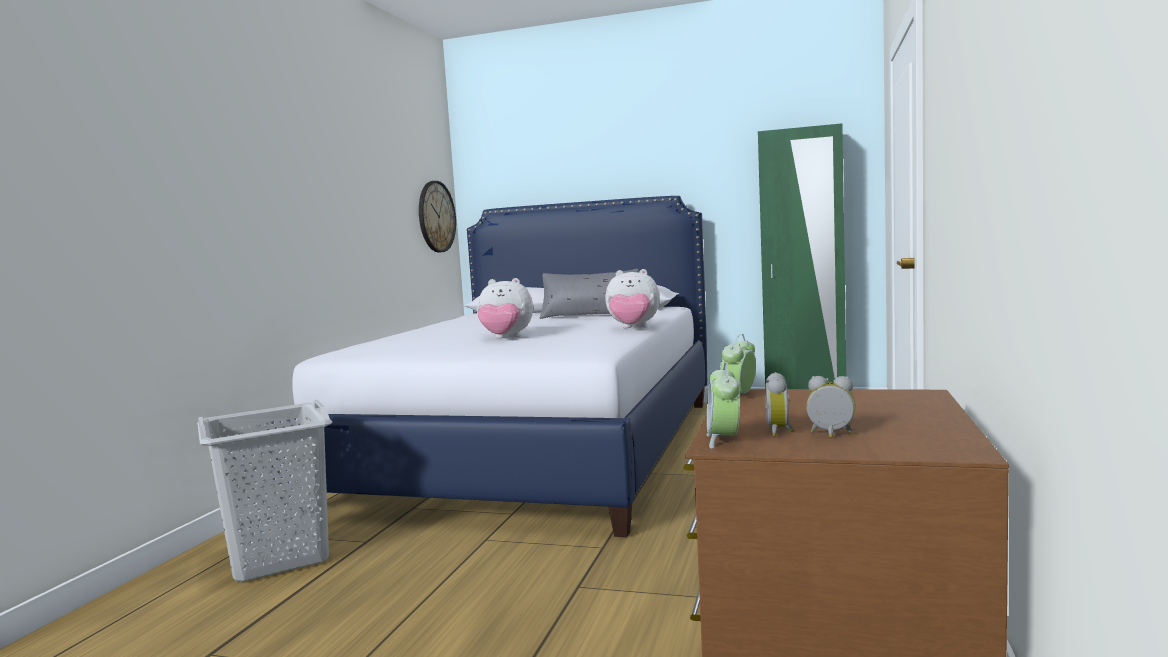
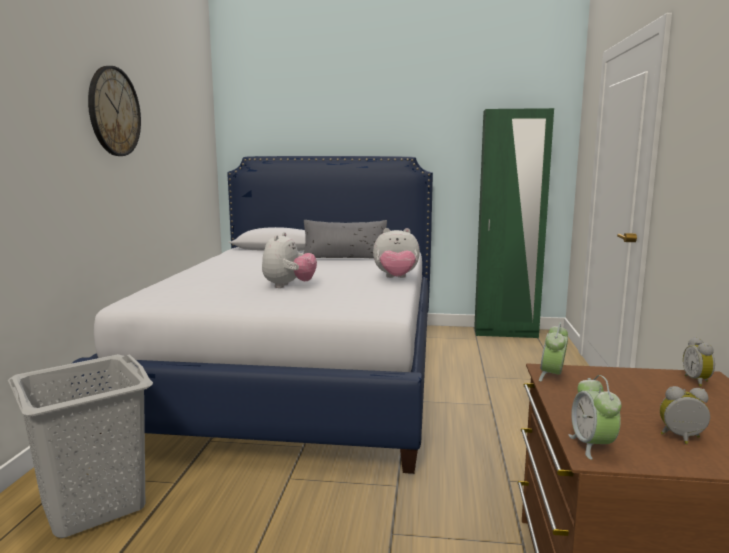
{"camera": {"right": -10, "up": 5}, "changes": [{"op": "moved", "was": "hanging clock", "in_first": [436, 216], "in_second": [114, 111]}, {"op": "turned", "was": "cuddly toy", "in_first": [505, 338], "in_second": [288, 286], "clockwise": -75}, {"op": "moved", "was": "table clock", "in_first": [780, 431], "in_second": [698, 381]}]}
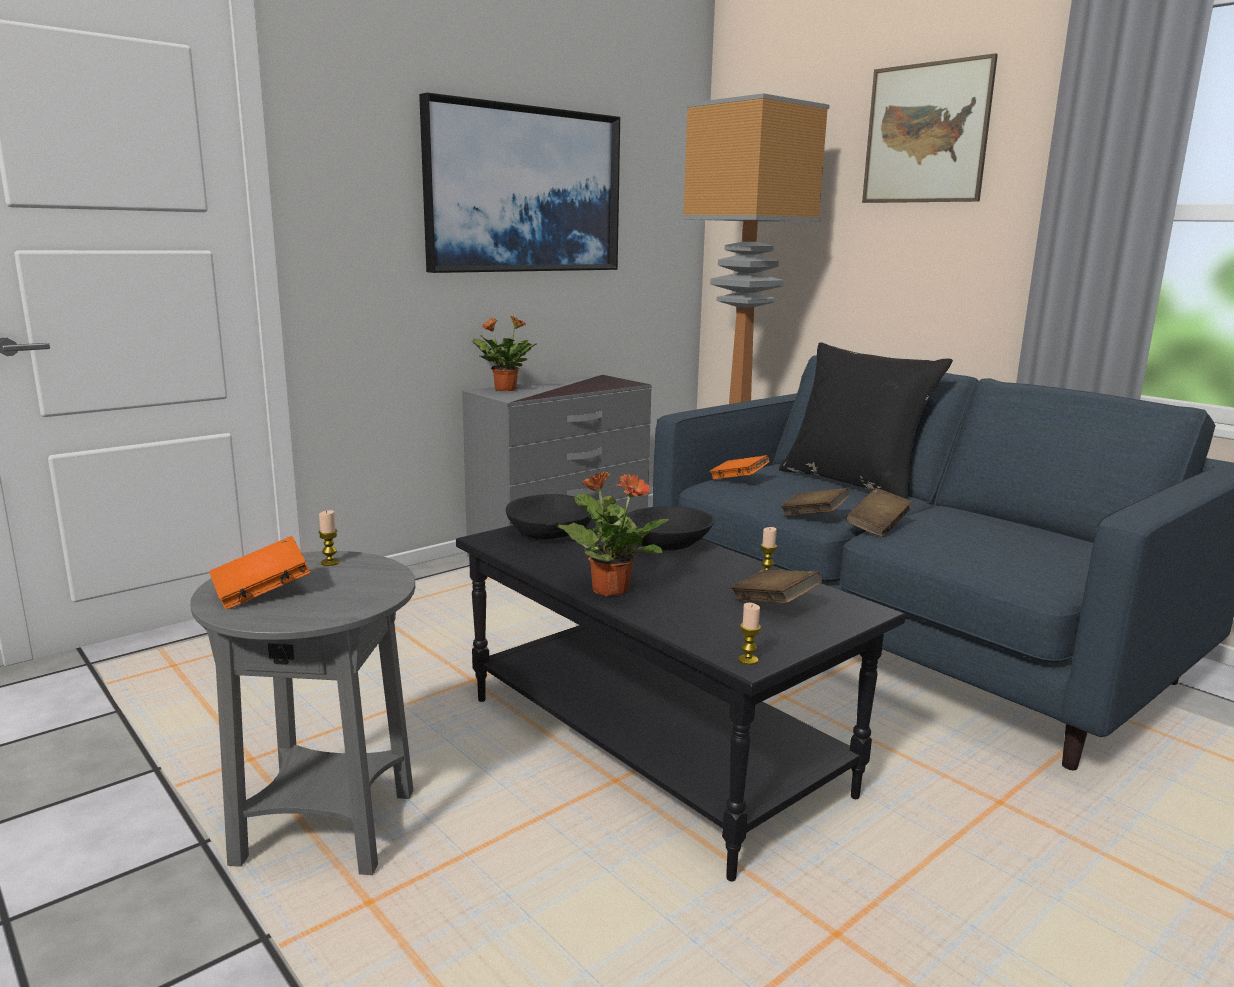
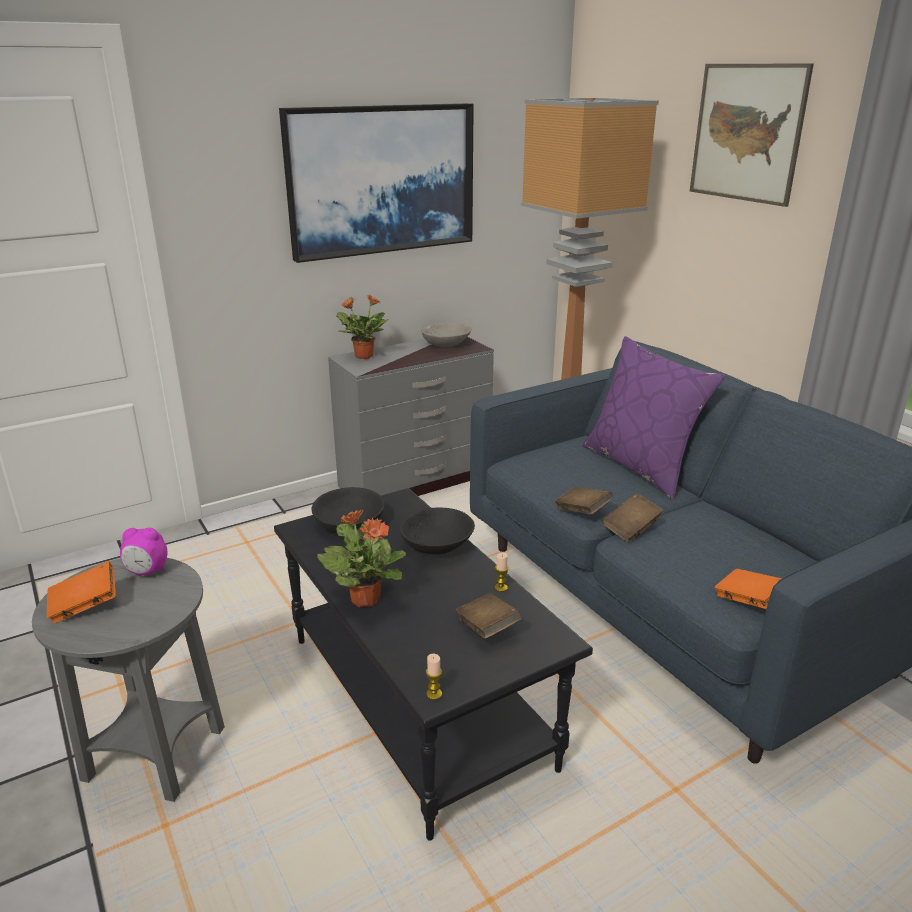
{"camera": {"right": 10, "up": 10}, "changes": [{"op": "replaced", "was": "wax light", "now": "table clock", "in_first": [330, 562], "in_second": [147, 571]}, {"op": "added", "now": "gray serving bowl", "in_second": [446, 343]}, {"op": "recoloured", "was": "black cushion", "now": "purplish cushion", "in_first": [853, 482], "in_second": [641, 466]}, {"op": "moved", "was": "orange-coloured bound book", "in_first": [738, 480], "in_second": [748, 601]}]}
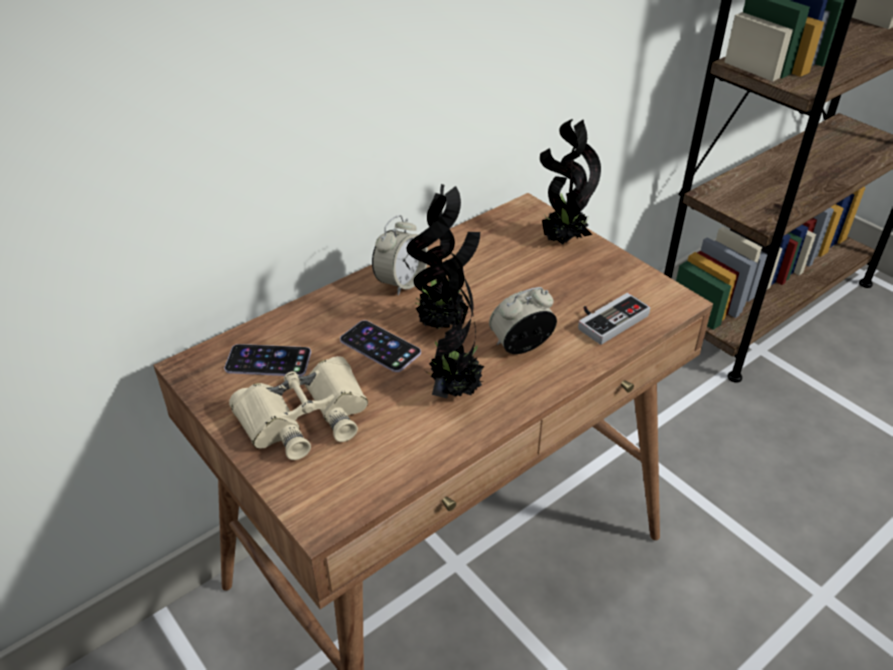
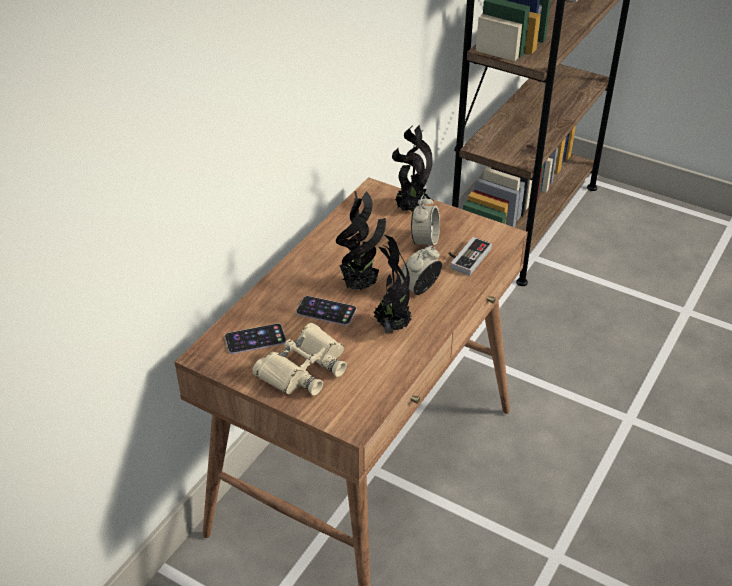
{"camera": {"right": -20, "up": 0}, "changes": [{"op": "moved", "was": "table clock", "in_first": [401, 282], "in_second": [424, 241]}]}
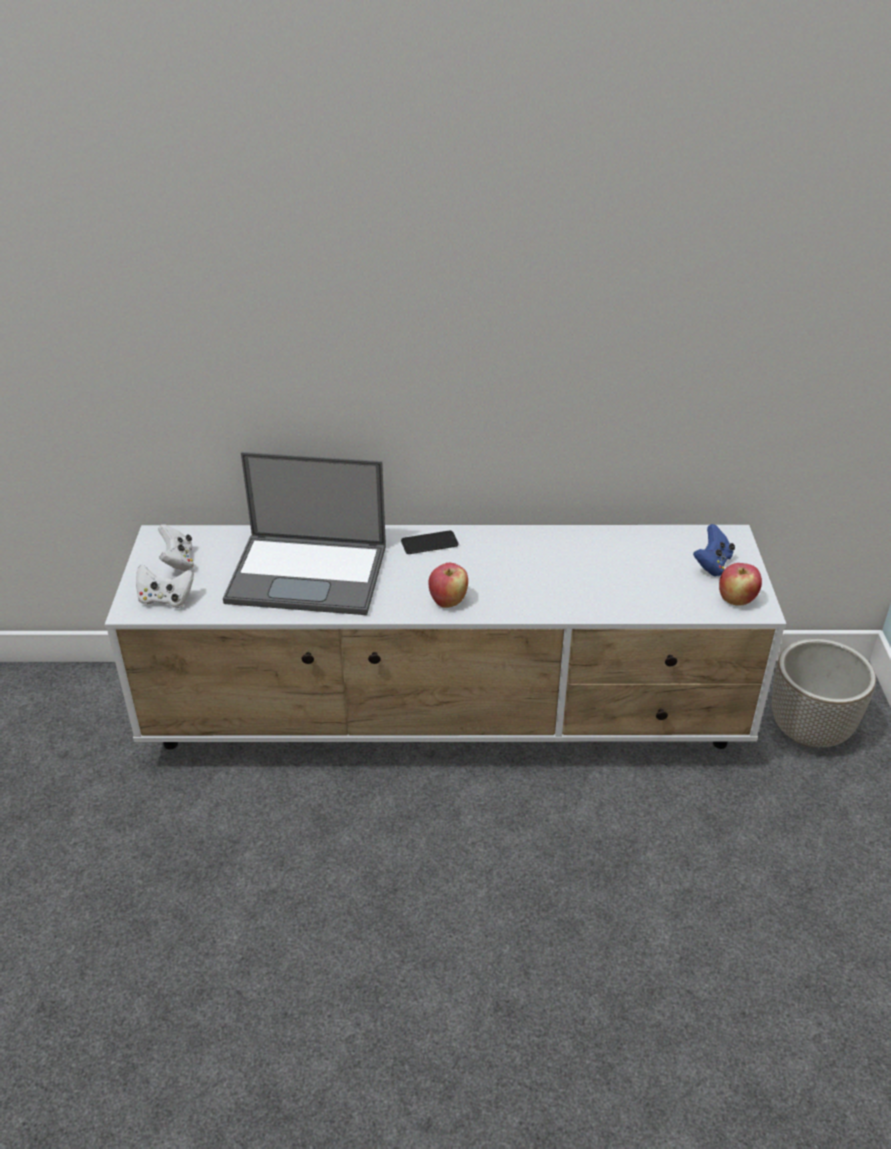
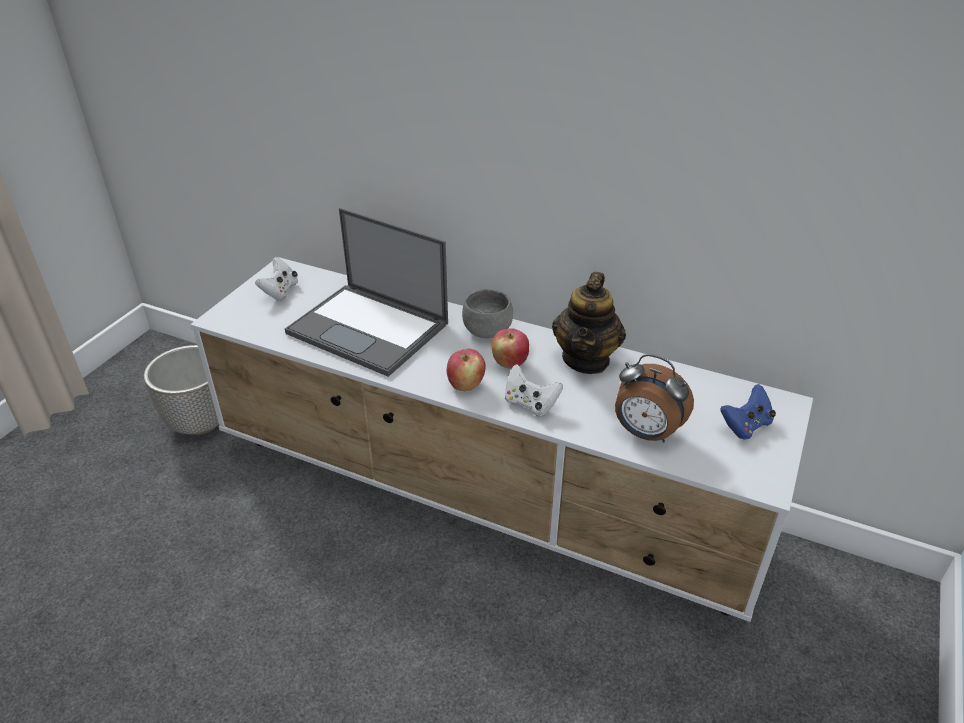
{"camera": {"right": 25, "up": 0}, "changes": [{"op": "moved", "was": "flower pot", "in_first": [810, 731], "in_second": [201, 423]}, {"op": "replaced", "was": "telephone", "now": "gray serving bowl", "in_first": [429, 543], "in_second": [487, 331]}, {"op": "moved", "was": "apple fruit", "in_first": [736, 600], "in_second": [509, 363]}, {"op": "moved", "was": "white game controller", "in_first": [166, 599], "in_second": [530, 404]}, {"op": "added", "now": "pot for tea", "in_second": [586, 359]}, {"op": "added", "now": "table clock", "in_second": [645, 433]}]}
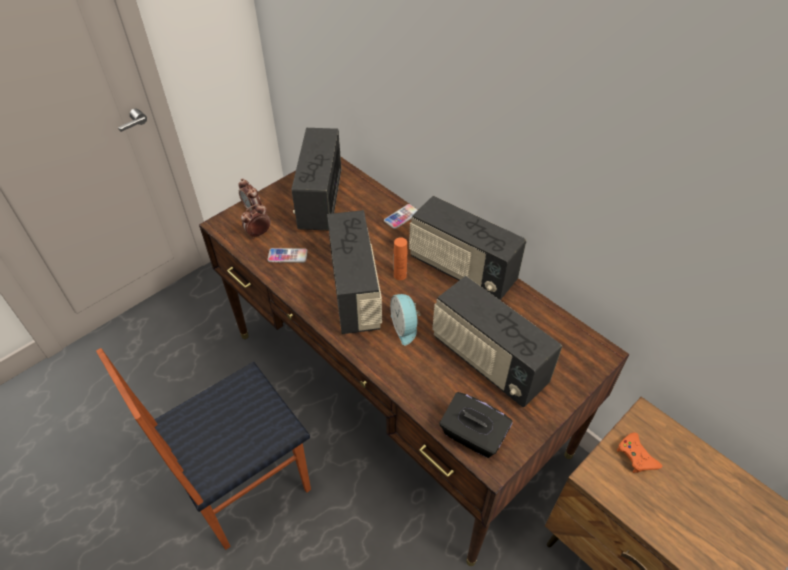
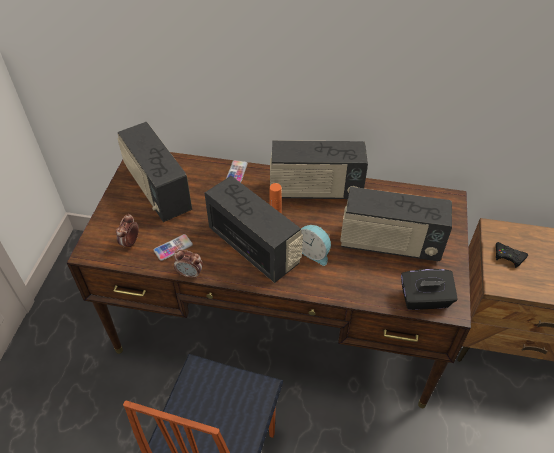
{"camera": {"right": -35, "up": 0}, "changes": [{"op": "moved", "was": "table clock", "in_first": [252, 208], "in_second": [190, 274]}, {"op": "recoloured", "was": "orange-coloured game controller", "now": "black game controller", "in_first": [636, 456], "in_second": [508, 256]}]}
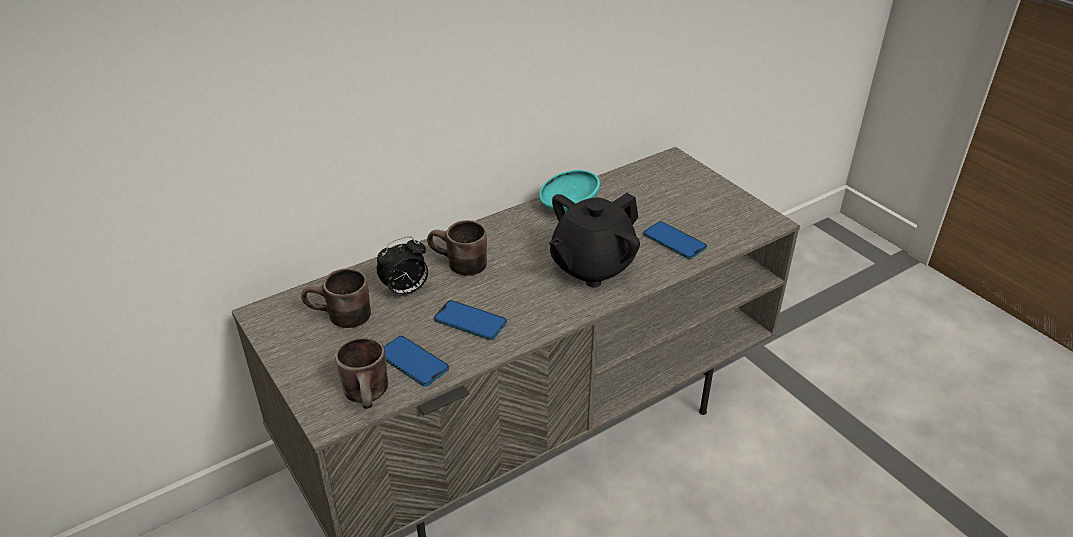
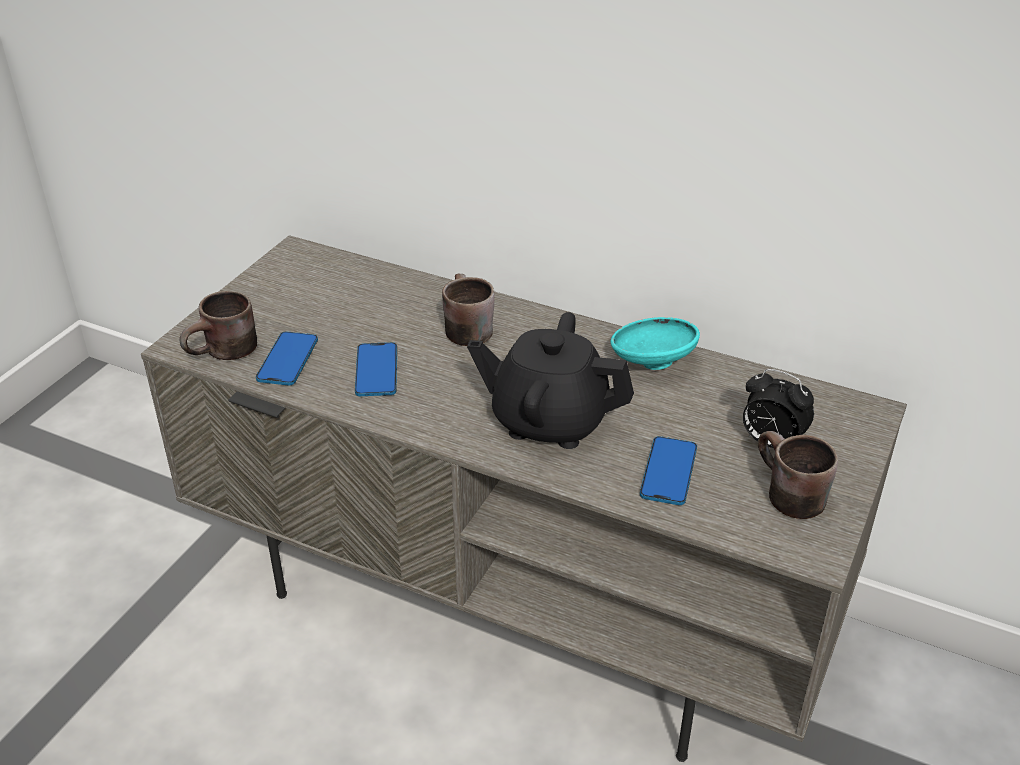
{"camera": {"right": 60, "up": 0}, "changes": [{"op": "moved", "was": "table clock", "in_first": [405, 291], "in_second": [770, 442]}, {"op": "moved", "was": "brown-coloured mug", "in_first": [340, 319], "in_second": [784, 495]}]}
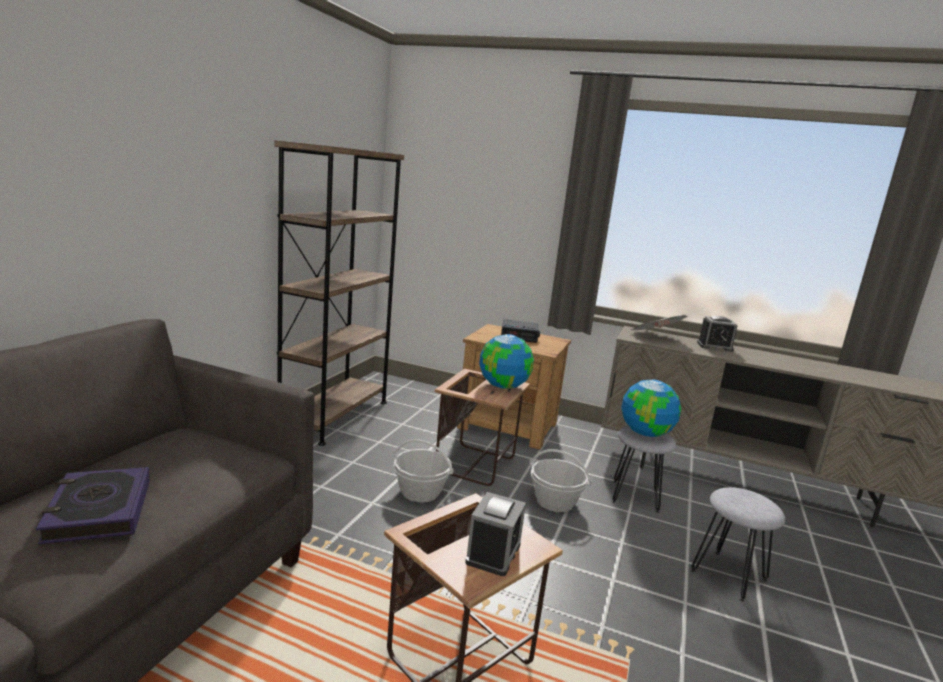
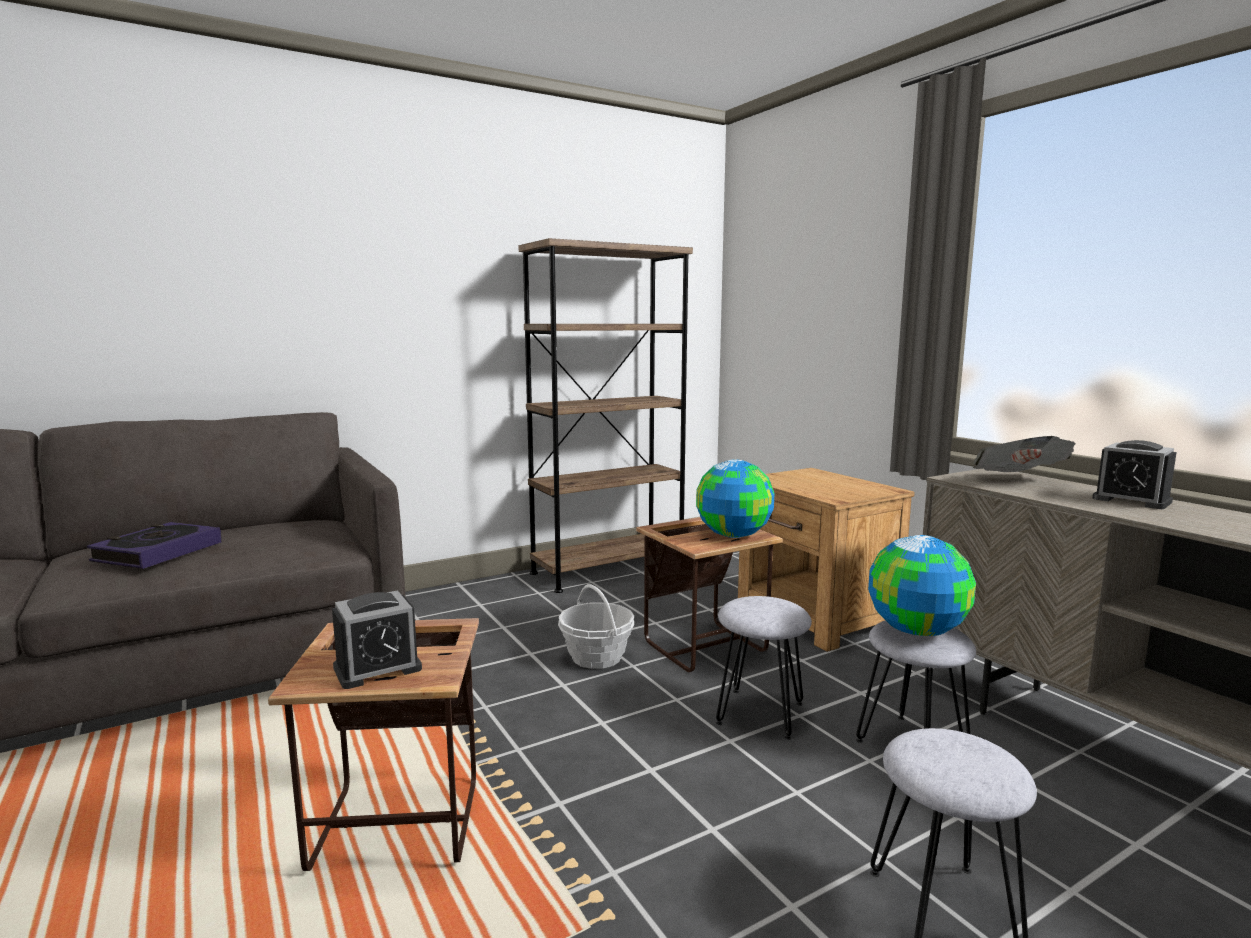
{"camera": {"right": 40, "up": -5}, "changes": [{"op": "replaced", "was": "basket", "now": "gray stool seat", "in_first": [555, 501], "in_second": [760, 713]}, {"op": "removed", "was": "table clock", "in_first": [519, 336]}]}
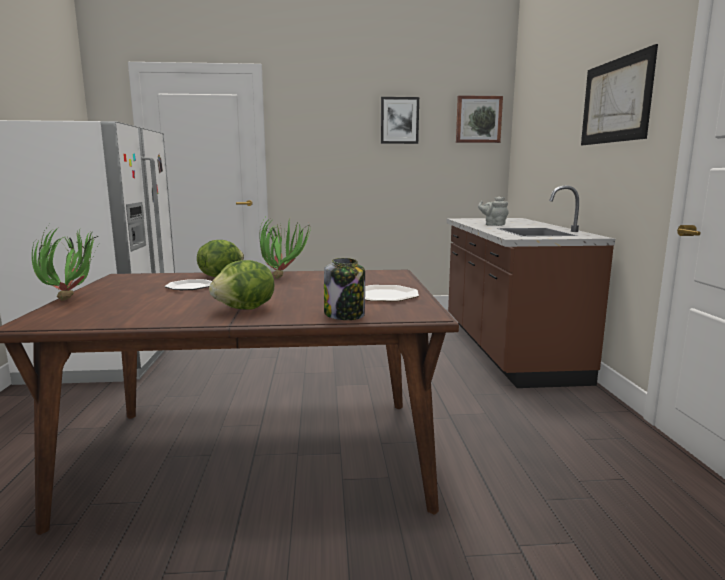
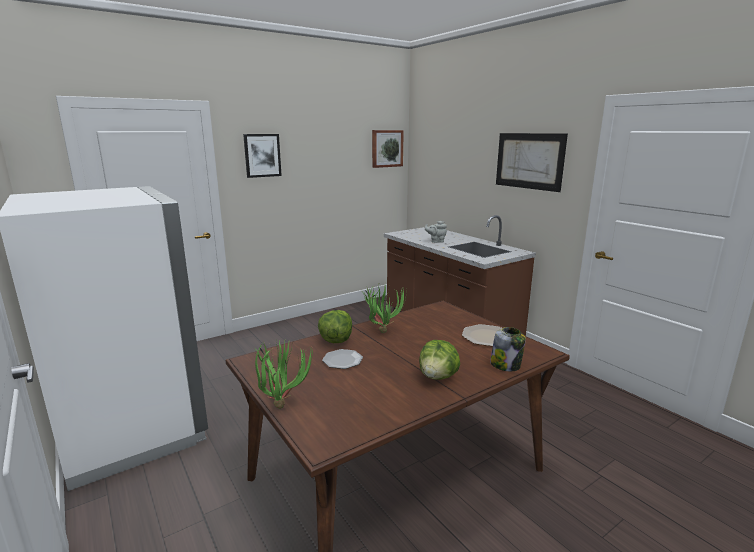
{"camera": {"right": -30, "up": 5}, "changes": [{"op": "moved", "was": "wall picture", "in_first": [399, 120], "in_second": [262, 155]}]}
